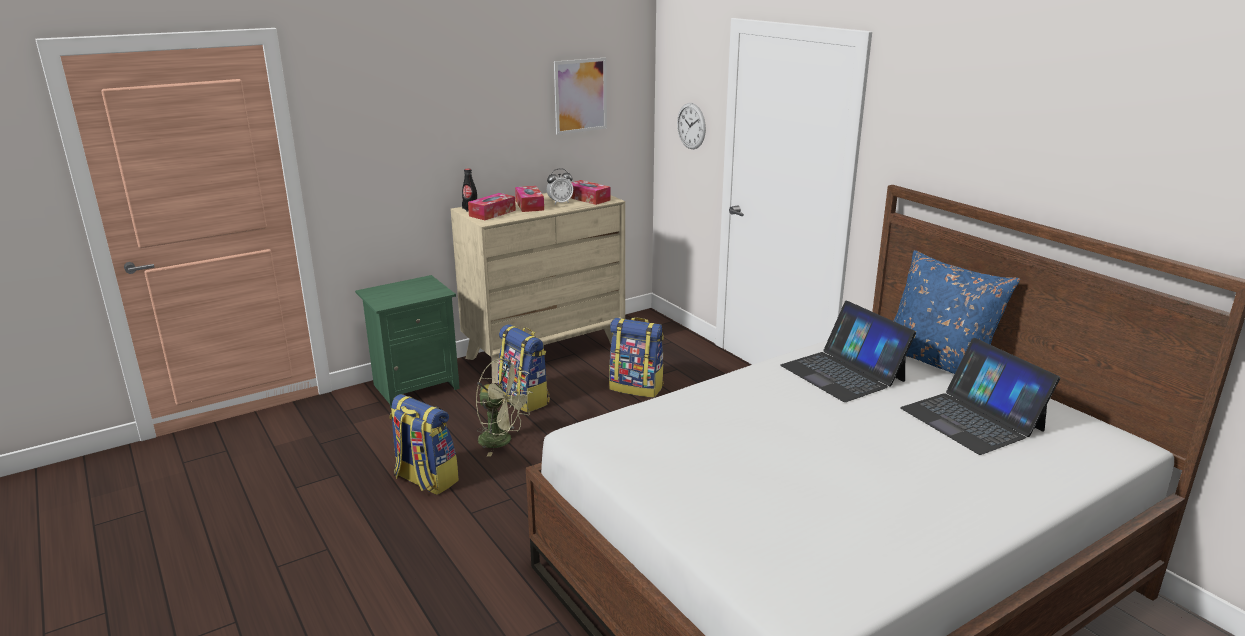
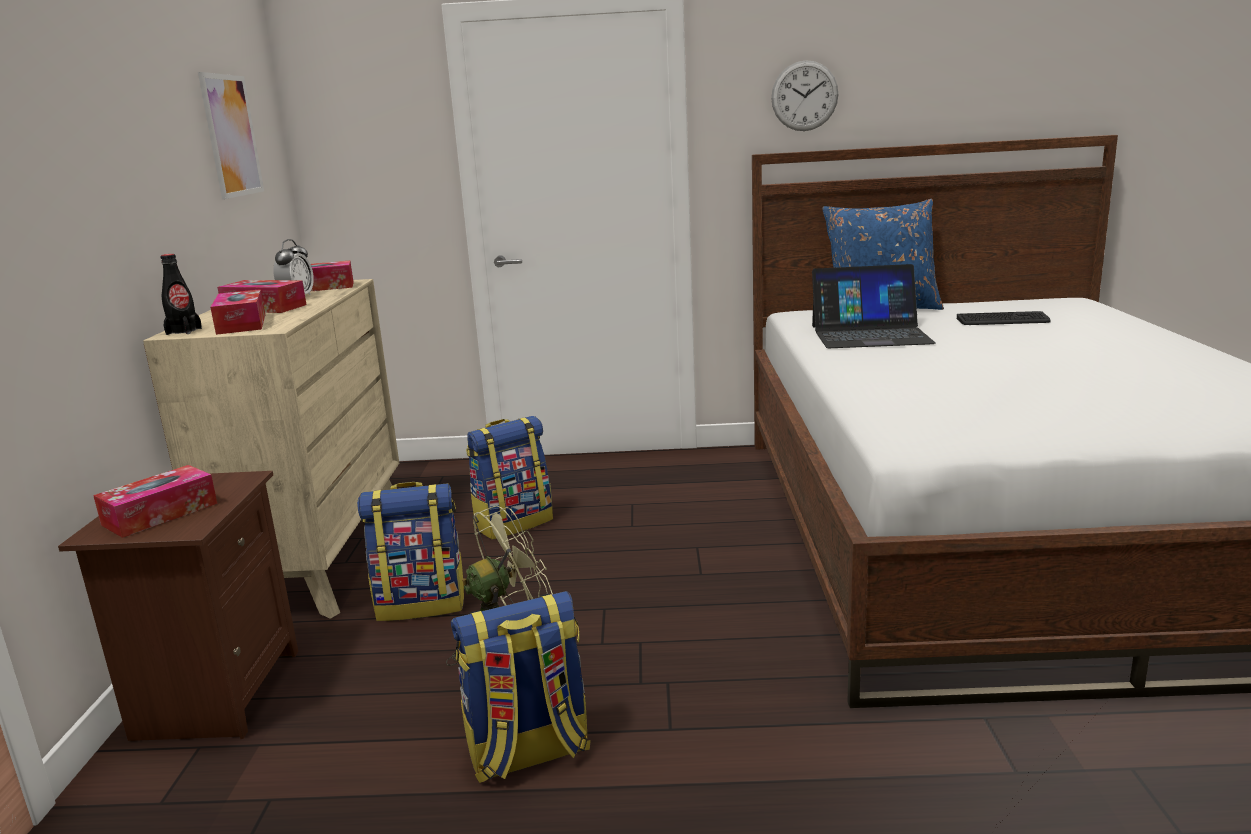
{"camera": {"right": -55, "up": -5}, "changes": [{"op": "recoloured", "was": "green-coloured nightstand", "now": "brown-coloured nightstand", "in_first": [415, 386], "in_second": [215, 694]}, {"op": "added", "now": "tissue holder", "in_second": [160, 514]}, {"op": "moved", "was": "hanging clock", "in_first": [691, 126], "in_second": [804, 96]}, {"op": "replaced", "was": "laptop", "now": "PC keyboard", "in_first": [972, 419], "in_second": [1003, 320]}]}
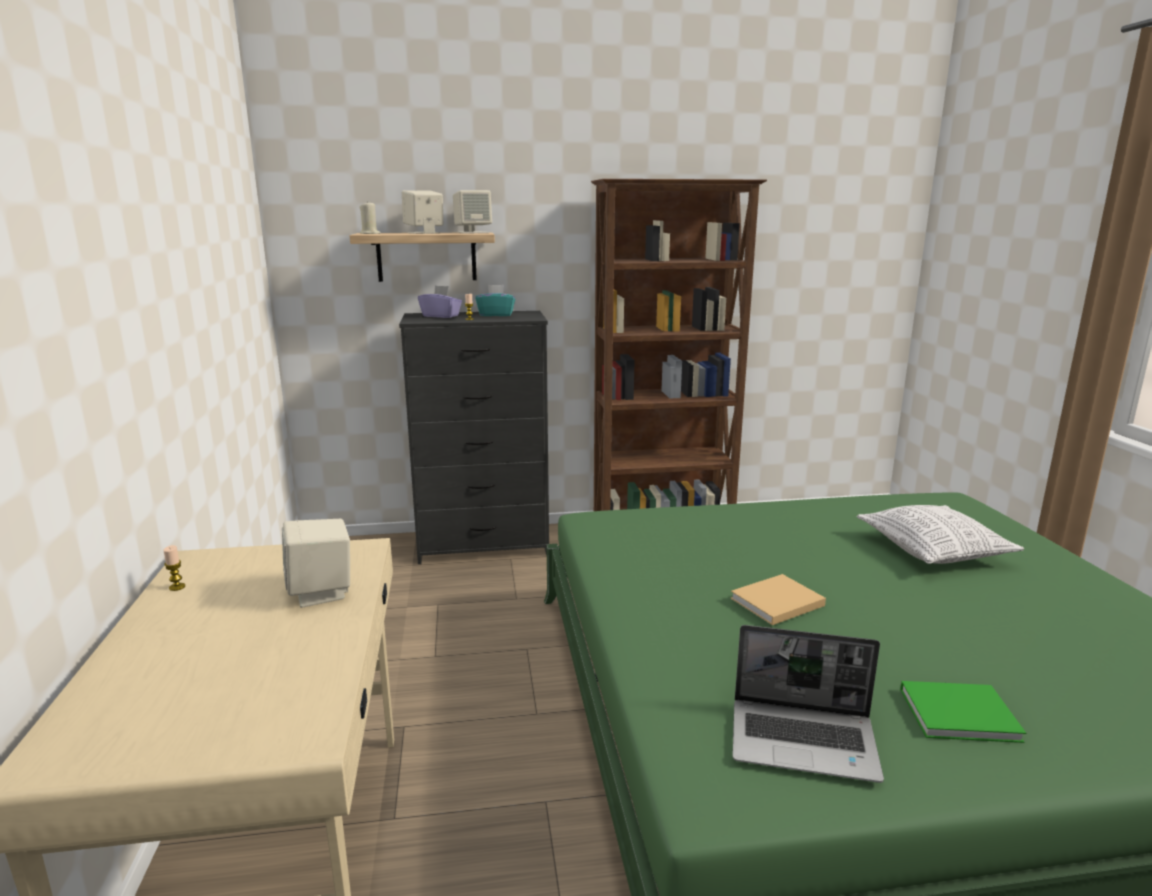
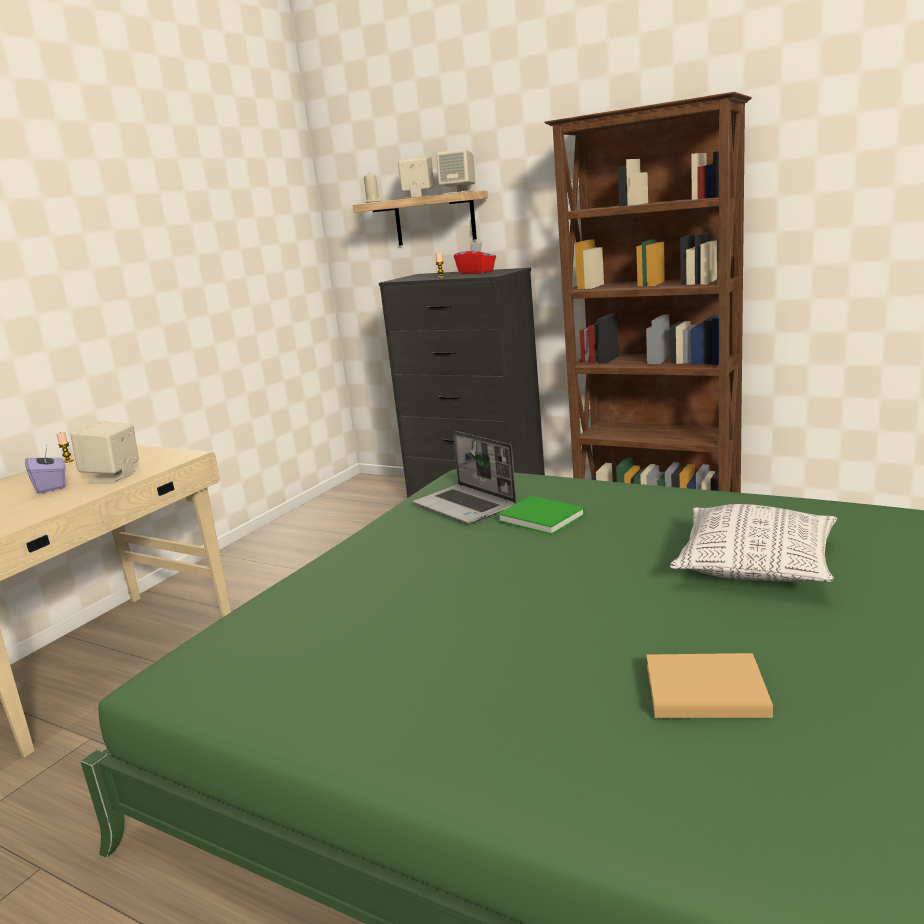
{"camera": {"right": 40, "up": 0}, "changes": [{"op": "moved", "was": "purplish tissue holder", "in_first": [441, 316], "in_second": [51, 486]}, {"op": "moved", "was": "laptop", "in_first": [805, 741], "in_second": [466, 506]}, {"op": "recoloured", "was": "blue-green tissue holder", "now": "red tissue holder", "in_first": [496, 315], "in_second": [476, 272]}, {"op": "moved", "was": "green-coloured bound book", "in_first": [962, 715], "in_second": [543, 518]}, {"op": "moved", "was": "sand-coloured bound book", "in_first": [775, 602], "in_second": [701, 689]}]}
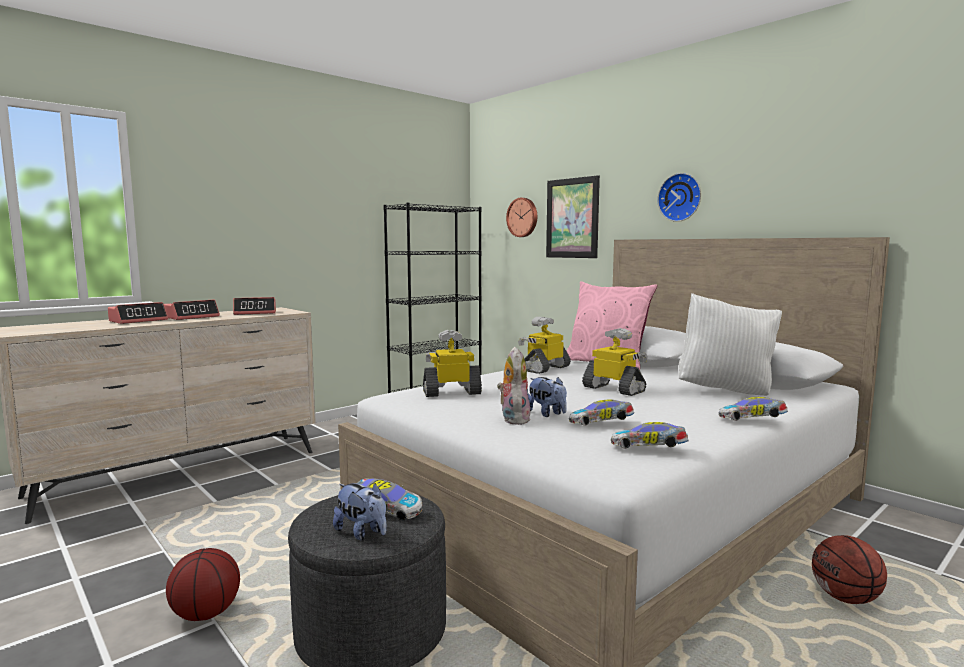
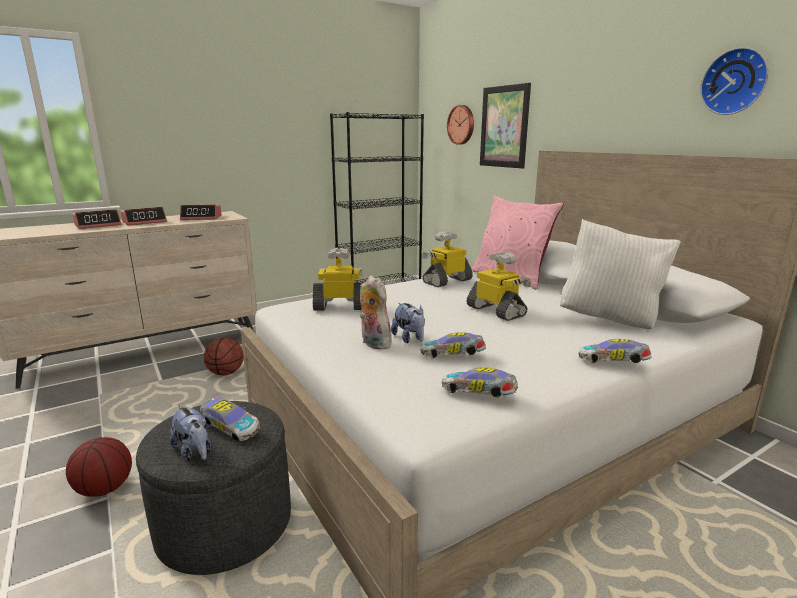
{"camera": {"right": 10, "up": 10}, "changes": [{"op": "moved", "was": "basketball", "in_first": [845, 598], "in_second": [225, 373]}, {"op": "turned", "was": "cuddly toy", "in_first": [513, 419], "in_second": [373, 343], "clockwise": -45}, {"op": "moved", "was": "hanging clock", "in_first": [680, 197], "in_second": [735, 82]}]}
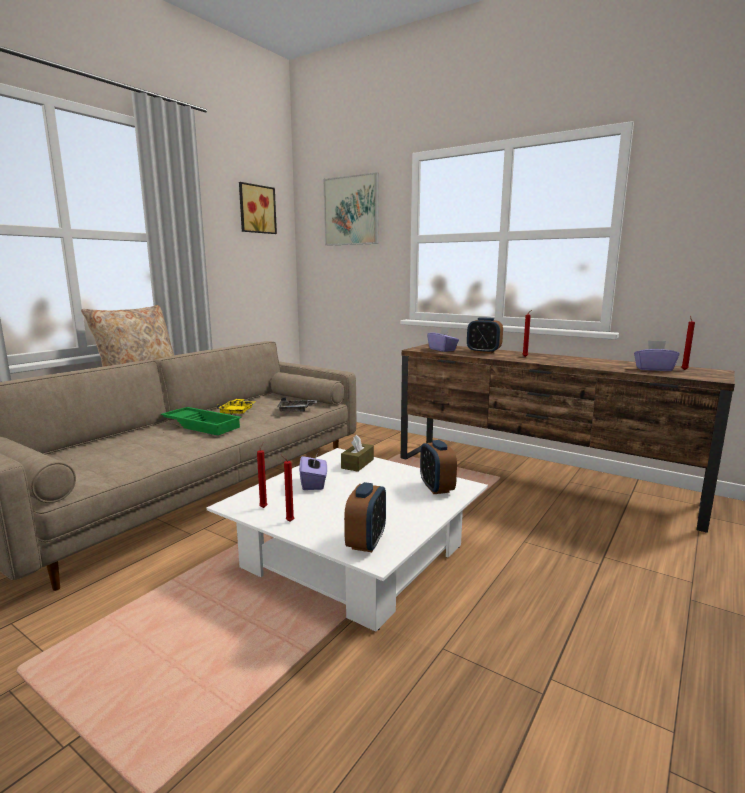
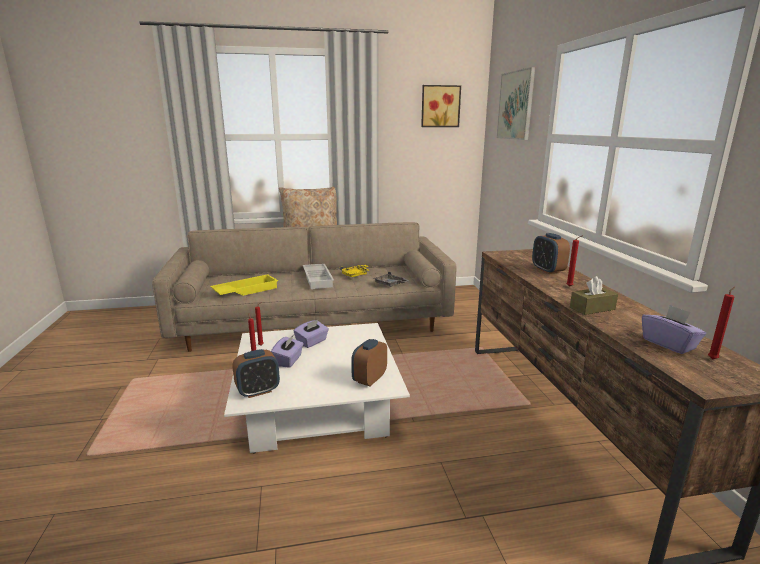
{"camera": {"right": 45, "up": 5}, "changes": [{"op": "added", "now": "yellow serving tray", "in_second": [245, 290]}, {"op": "moved", "was": "purplish tissue holder", "in_first": [442, 350], "in_second": [288, 360]}, {"op": "recoloured", "was": "green-coloured serving tray", "now": "white serving tray", "in_first": [203, 425], "in_second": [318, 279]}, {"op": "moved", "was": "brown-coloured tissue holder", "in_first": [357, 464], "in_second": [592, 308]}]}
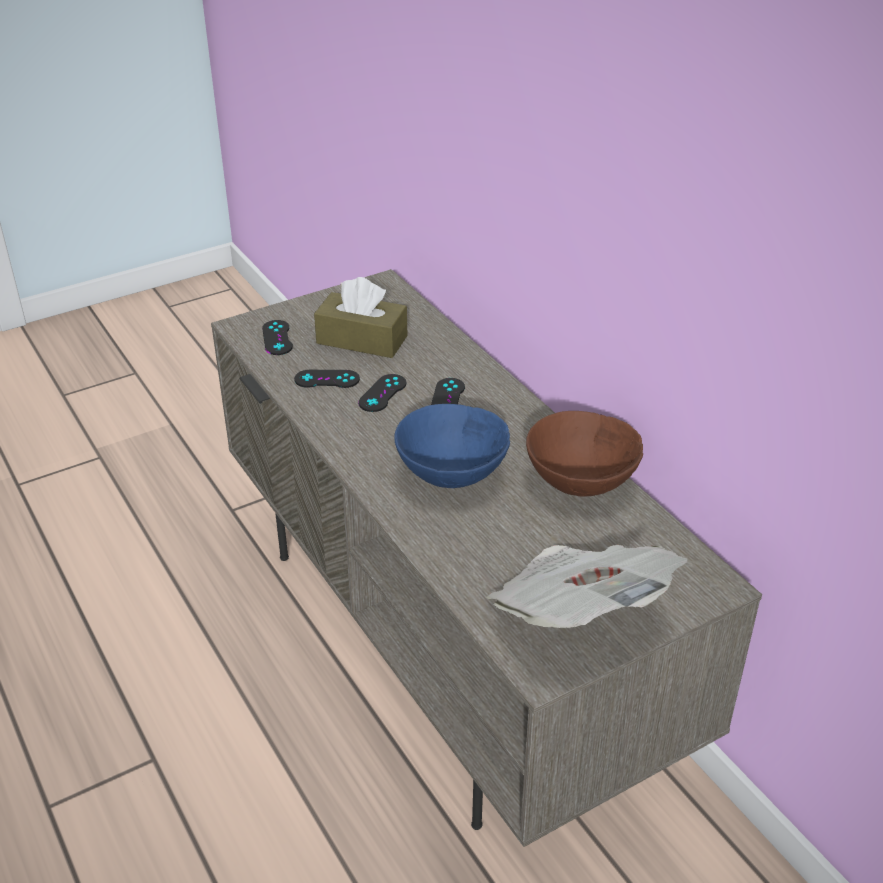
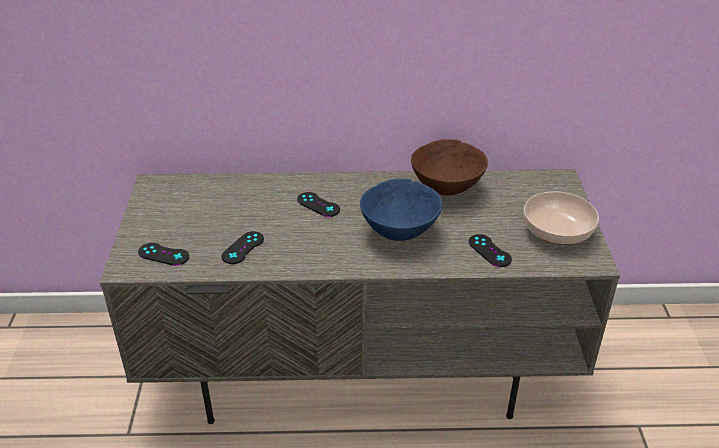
{"camera": {"right": -60, "up": 0}, "changes": [{"op": "moved", "was": "black game controller", "in_first": [382, 393], "in_second": [489, 251]}, {"op": "replaced", "was": "printed paper", "now": "serving bowl", "in_first": [579, 614], "in_second": [556, 231]}, {"op": "removed", "was": "brown-coloured tissue holder", "in_first": [362, 339]}]}
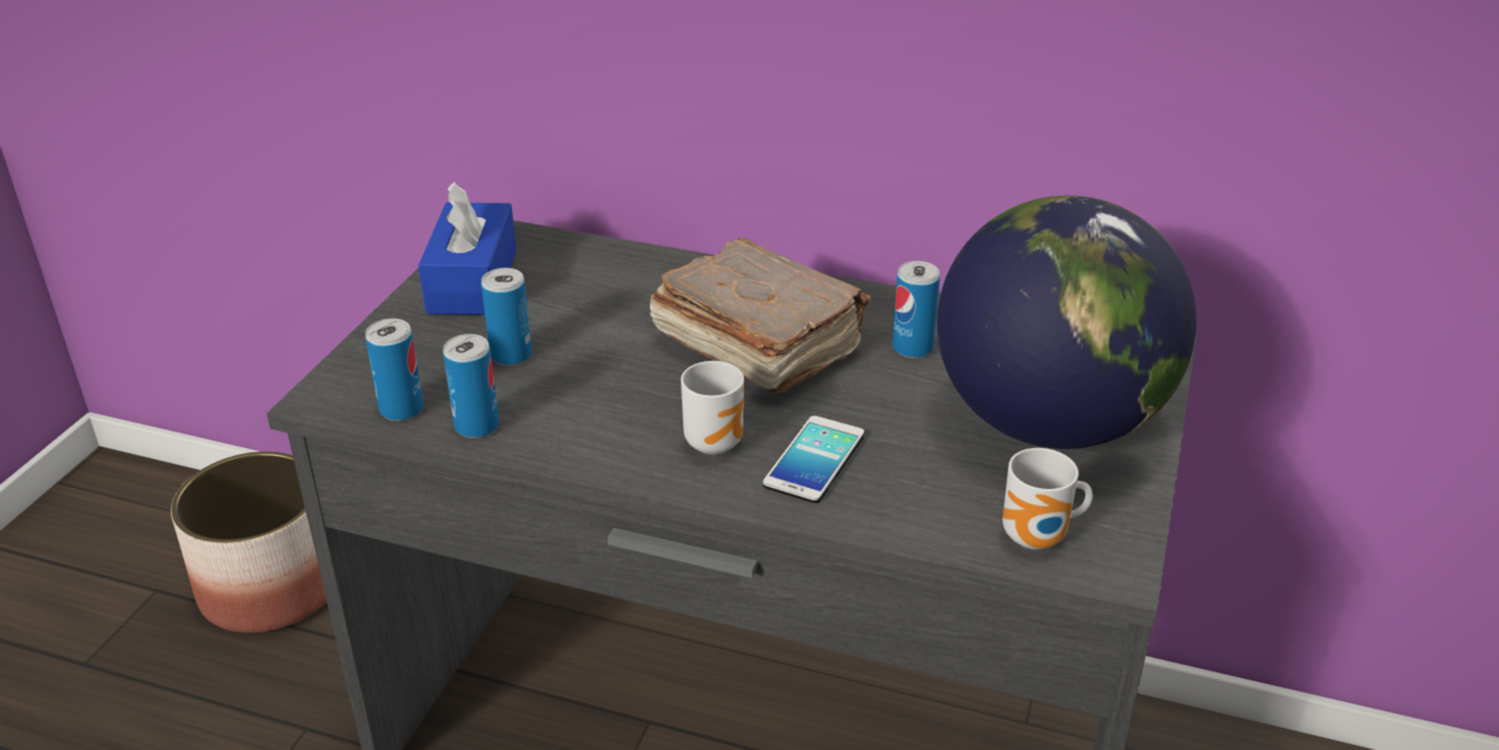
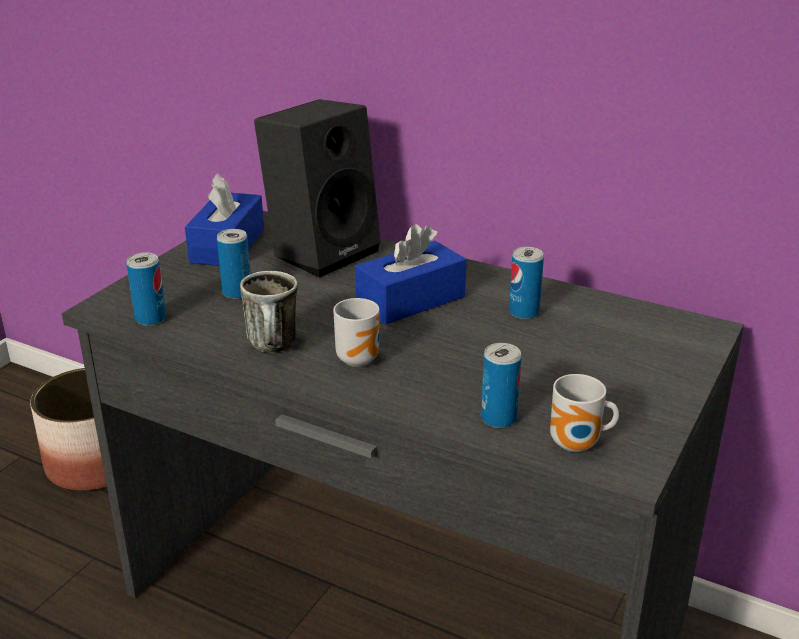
{"camera": {"right": 10, "up": -5}, "changes": [{"op": "added", "now": "mug", "in_second": [275, 348]}, {"op": "added", "now": "black audio speaker", "in_second": [322, 251]}, {"op": "replaced", "was": "brown-coloured bound book", "now": "blue-coloured tissue holder", "in_first": [756, 344], "in_second": [410, 300]}, {"op": "moved", "was": "can", "in_first": [477, 426], "in_second": [498, 418]}, {"op": "removed", "was": "telephone", "in_first": [814, 460]}, {"op": "removed", "was": "globe", "in_first": [1048, 424]}]}
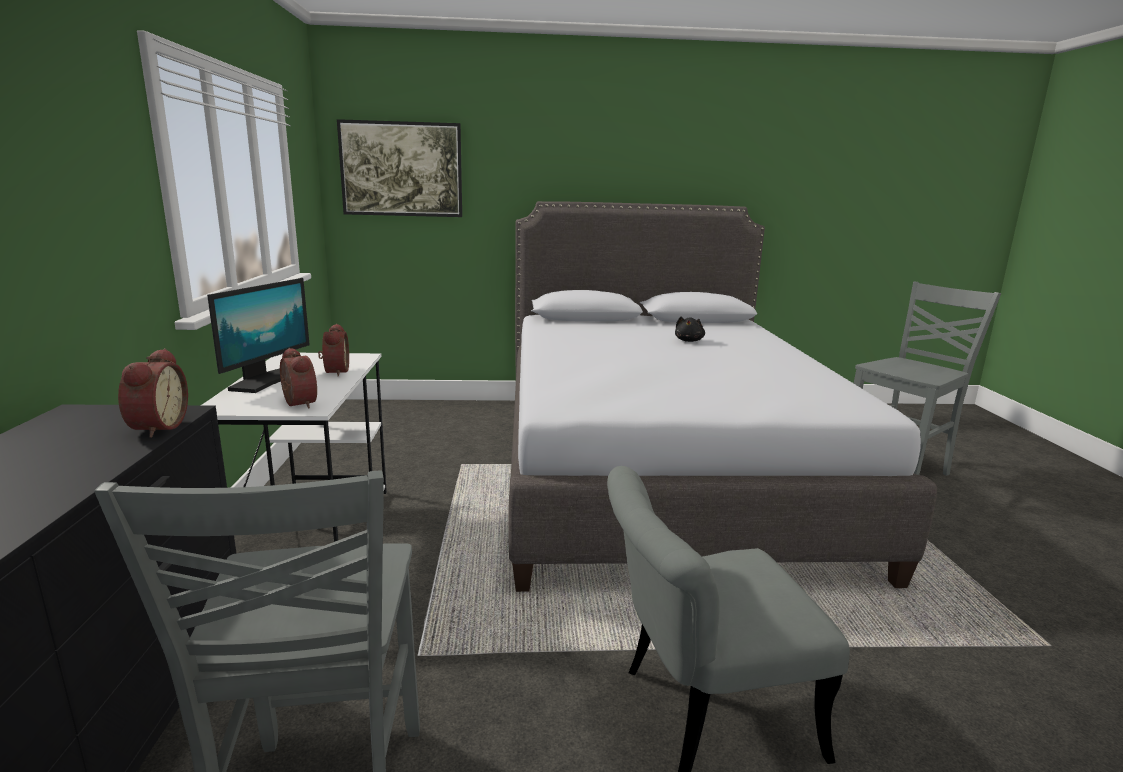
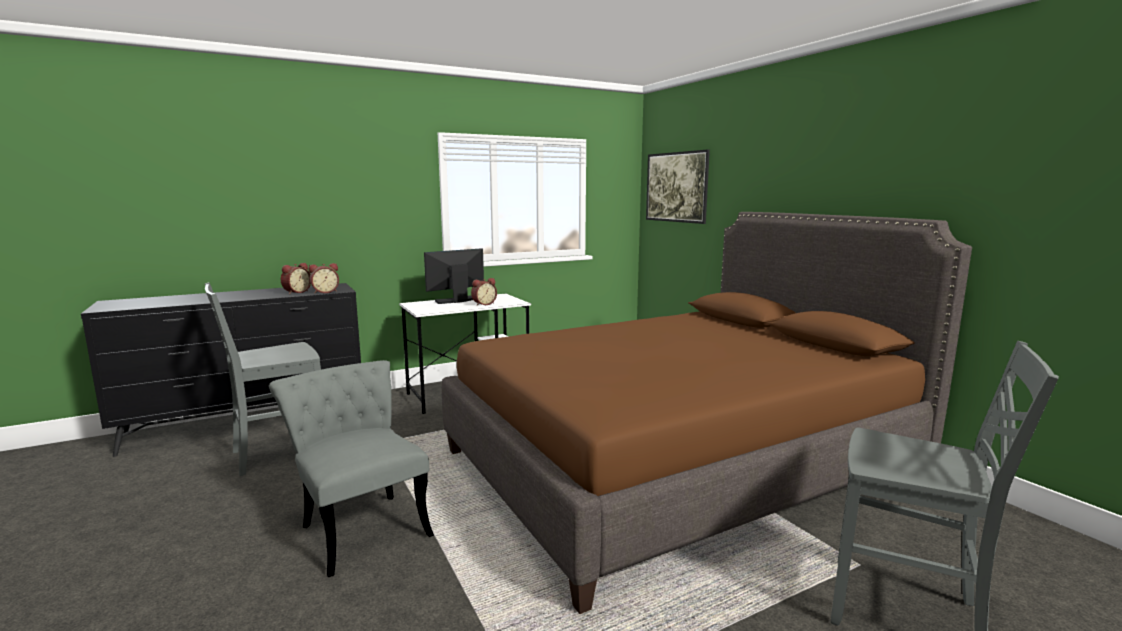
{"camera": {"right": 65, "up": -5}, "changes": [{"op": "moved", "was": "table clock", "in_first": [297, 404], "in_second": [296, 292]}, {"op": "turned", "was": "monitor", "in_first": [268, 380], "in_second": [456, 300], "clockwise": 150}, {"op": "recoloured", "was": "gray sleeping bed", "now": "brown-coloured sleeping bed", "in_first": [658, 470], "in_second": [677, 462]}, {"op": "removed", "was": "black cuddly toy", "in_first": [689, 341]}]}
